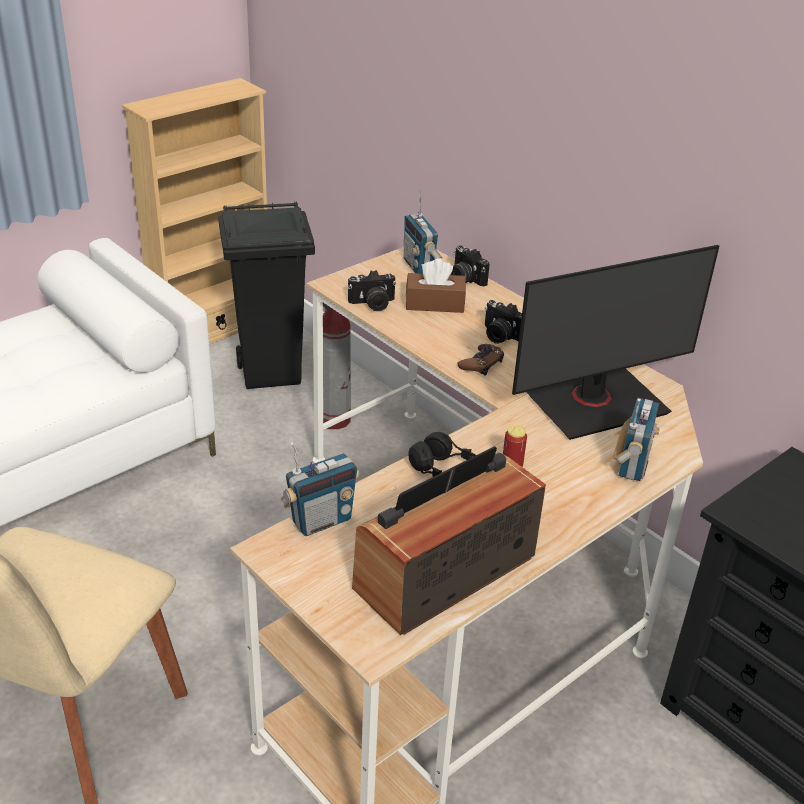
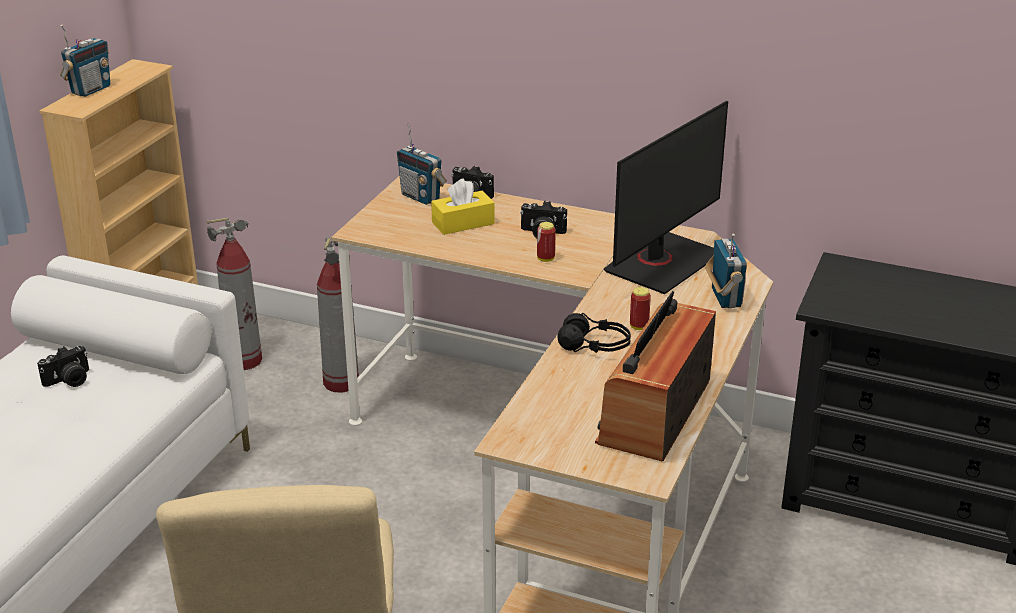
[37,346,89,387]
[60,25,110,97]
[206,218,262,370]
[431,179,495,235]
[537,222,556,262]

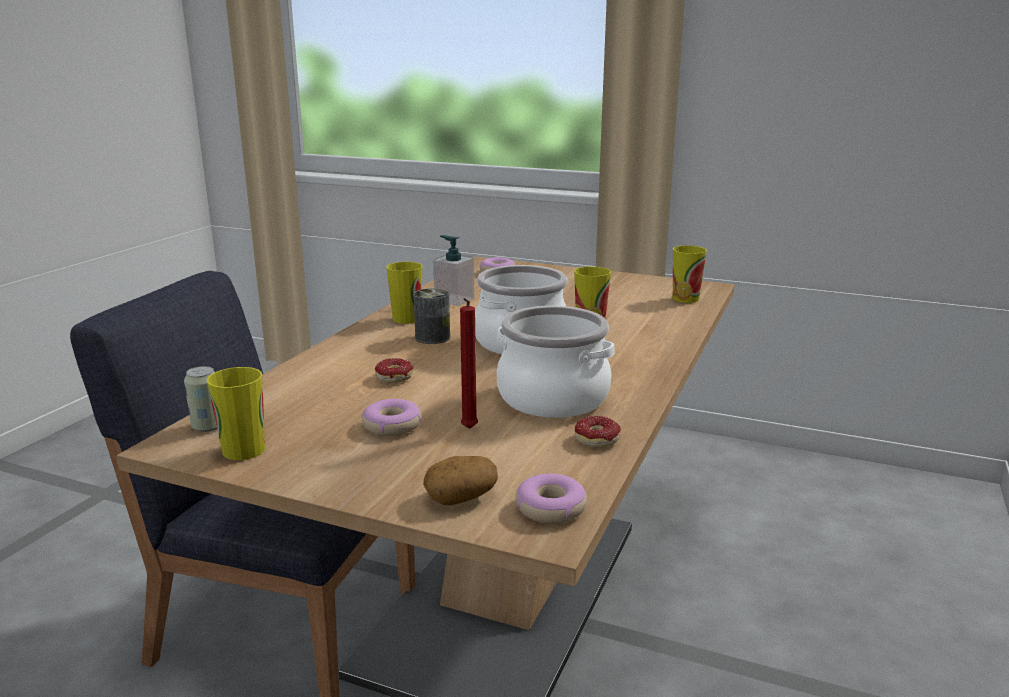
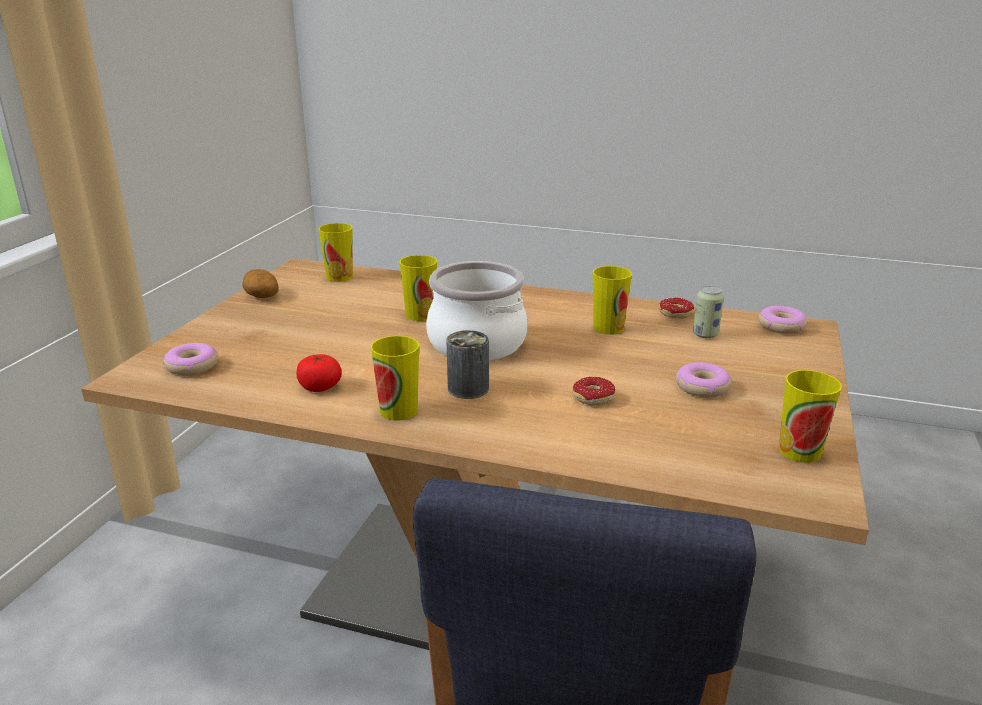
[243,269,279,298]
[296,354,342,392]
[593,266,632,335]
[693,286,724,338]
[460,298,478,429] (first image)

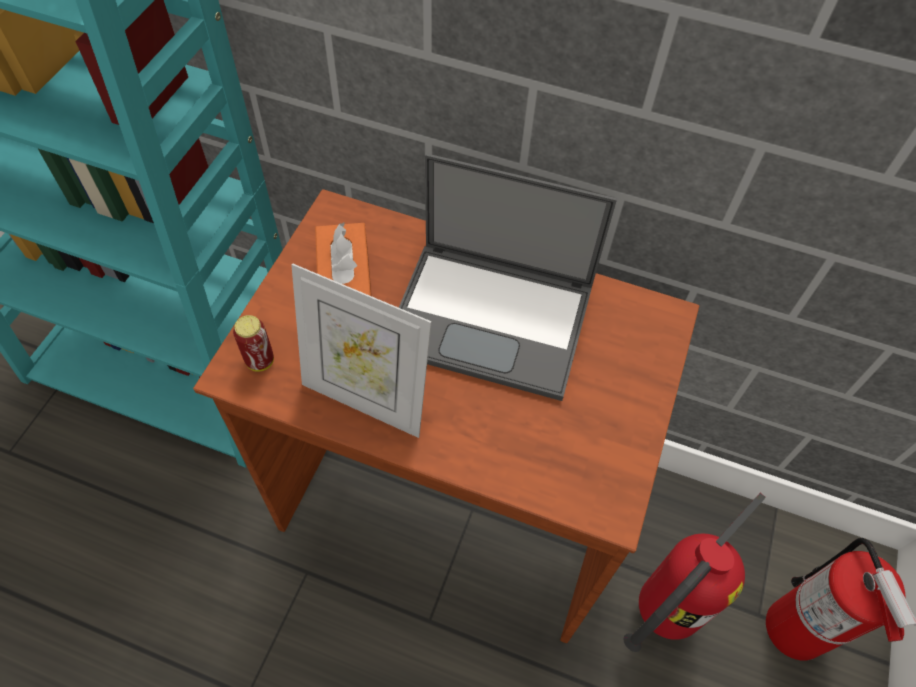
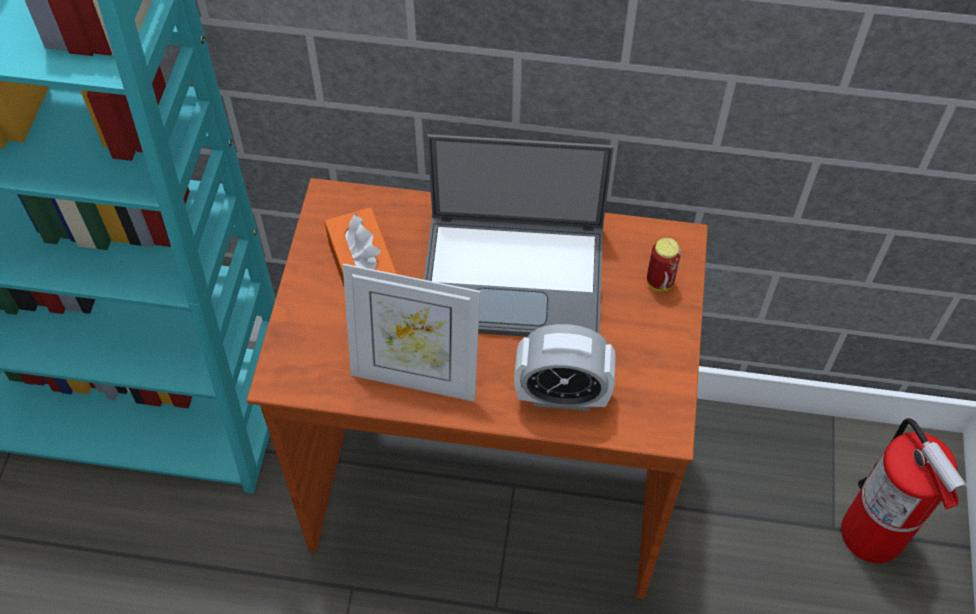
[514,324,616,411]
[647,238,681,291]
[624,493,766,652] (first image)

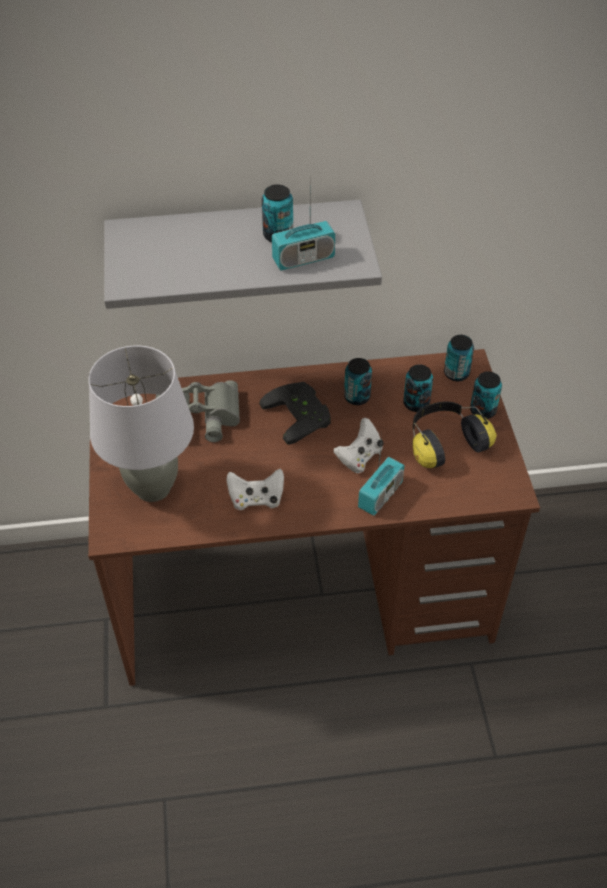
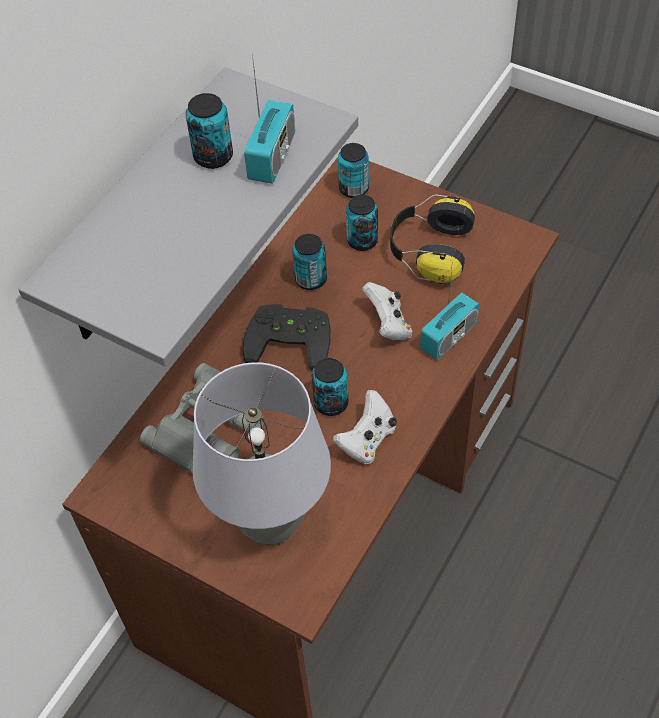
[311,358,348,416]
[420,269,479,360]

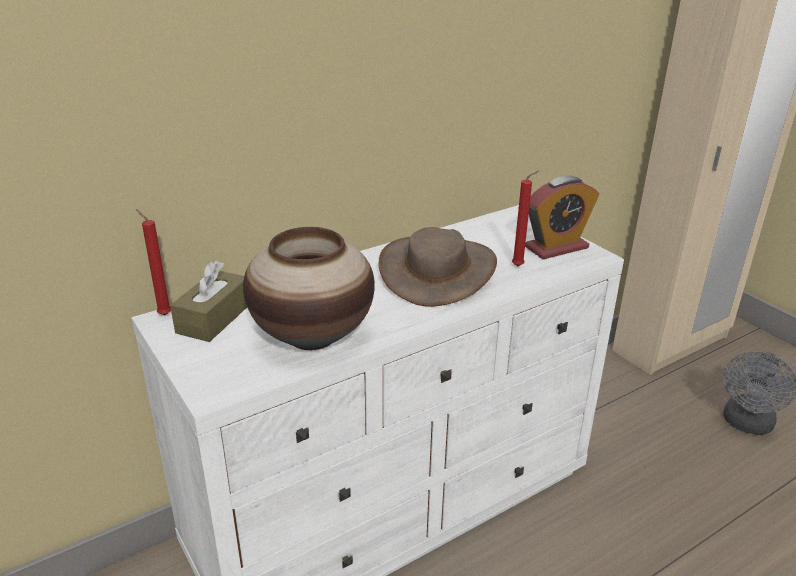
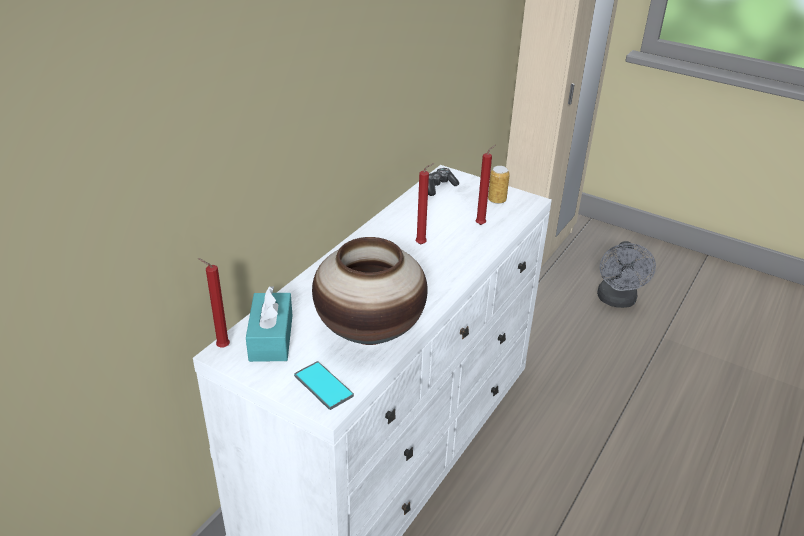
[246,286,293,362]
[294,361,354,410]
[416,163,434,244]
[428,168,459,196]
[488,166,510,204]

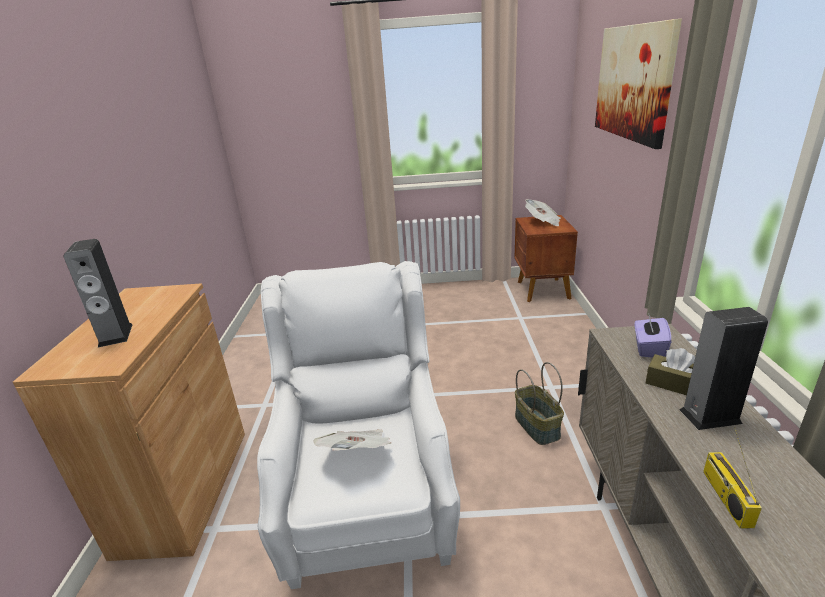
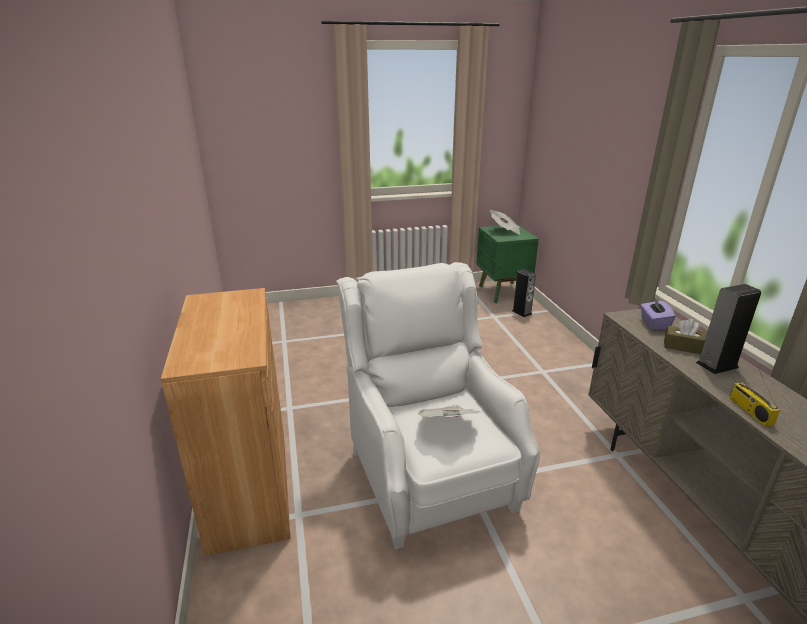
[476,224,539,303]
[512,269,536,317]
[515,362,564,445] (first image)
[595,19,682,149] (first image)

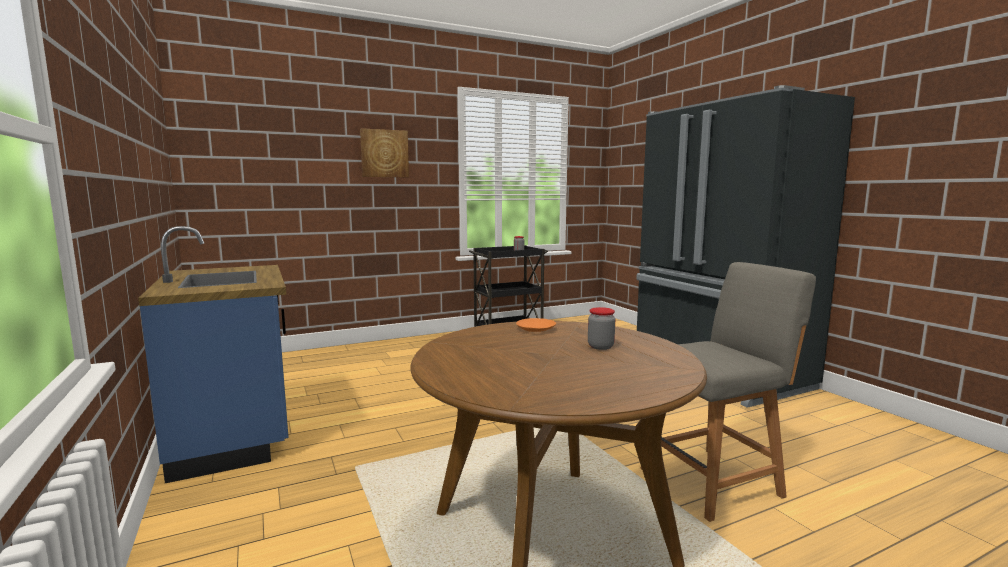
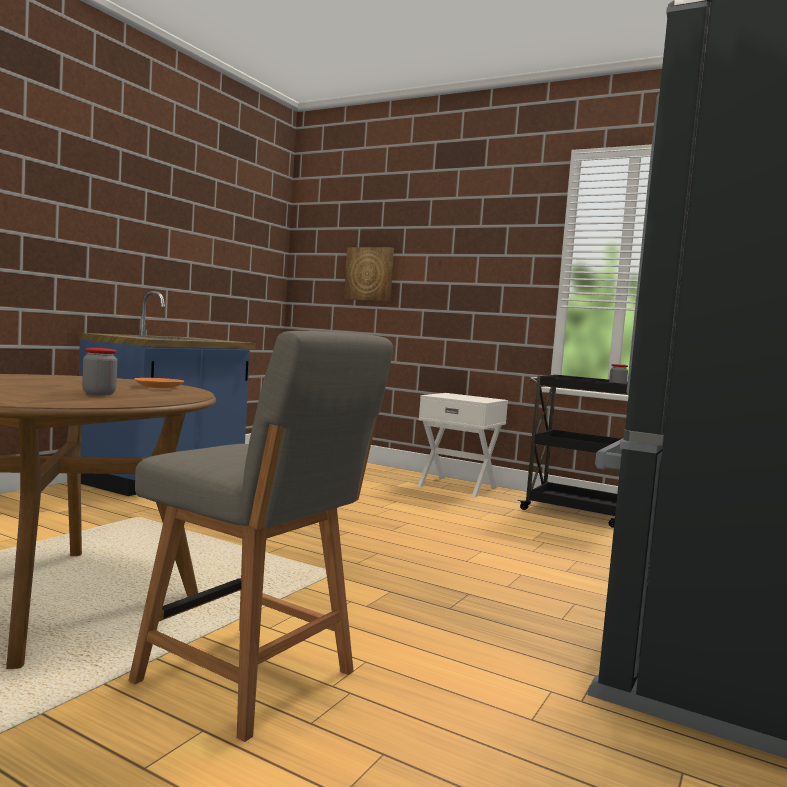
[344,247,394,301]
[418,393,508,498]

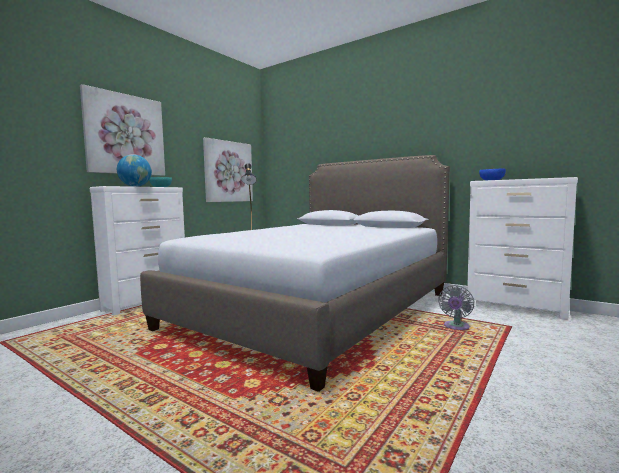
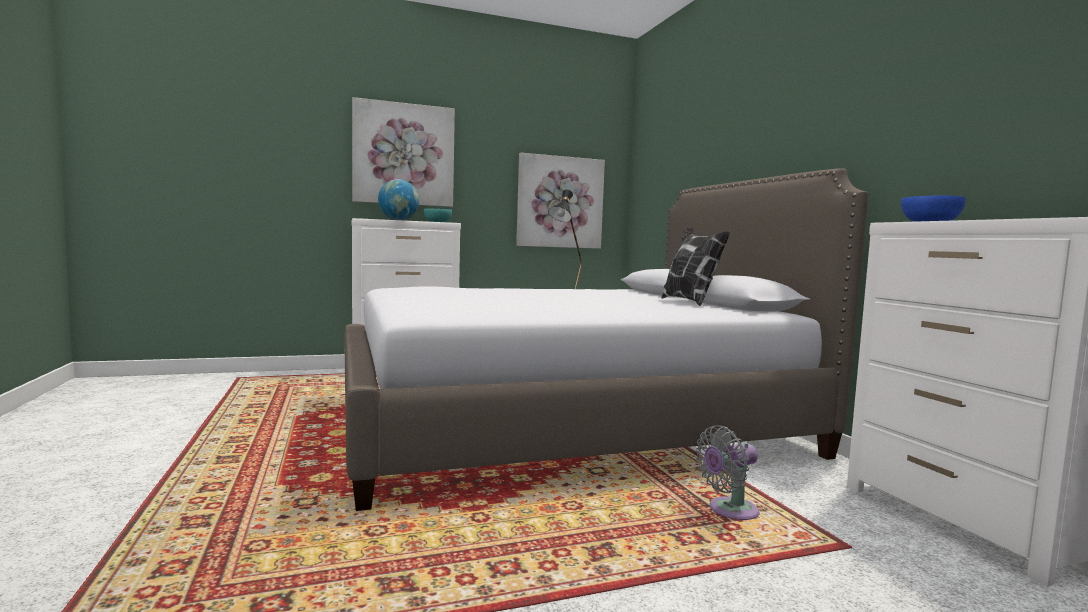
[661,227,730,306]

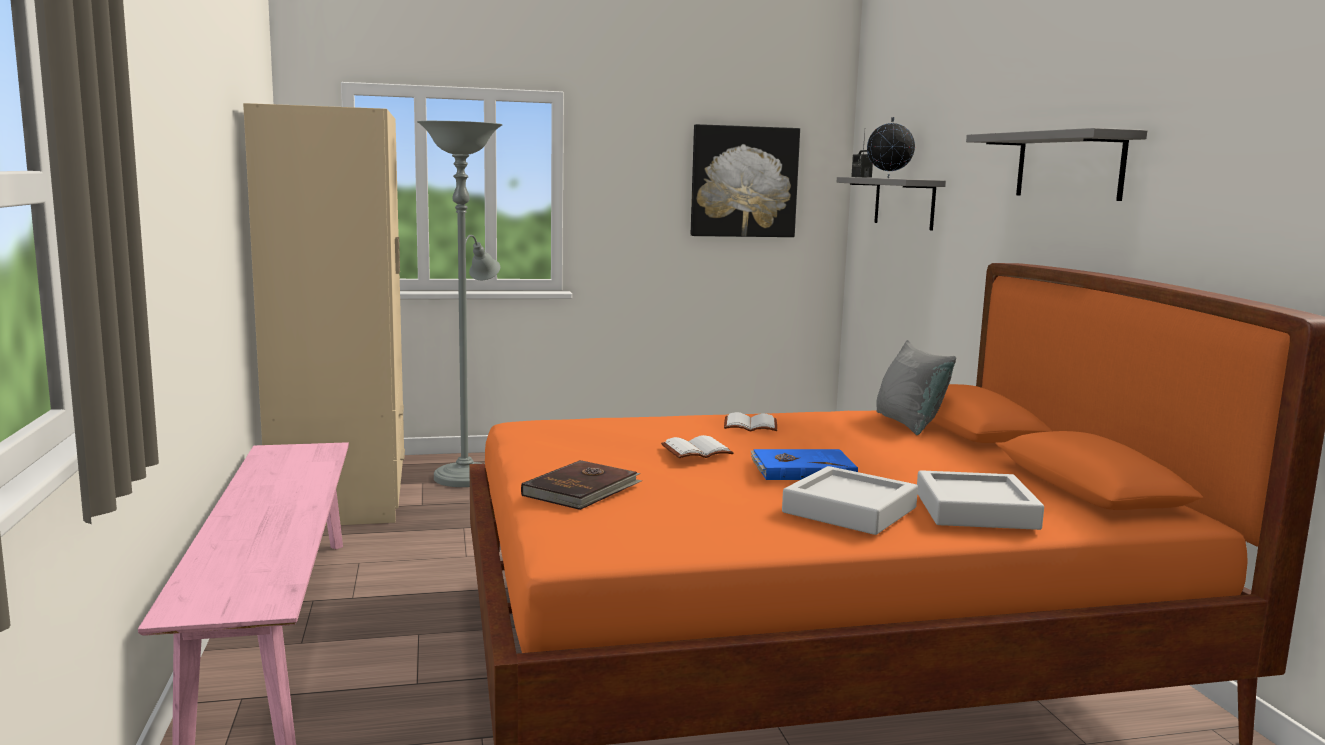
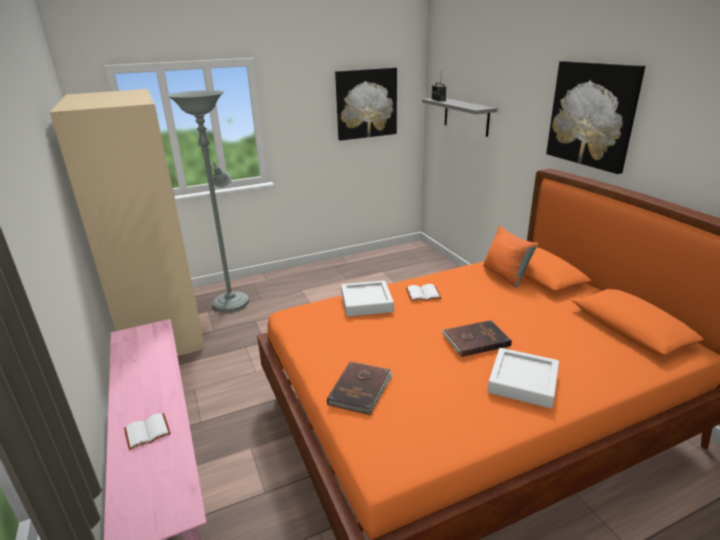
[124,413,171,450]
[341,280,394,317]
[442,320,512,357]
[483,225,538,288]
[546,61,645,174]
[867,117,915,178] (first image)

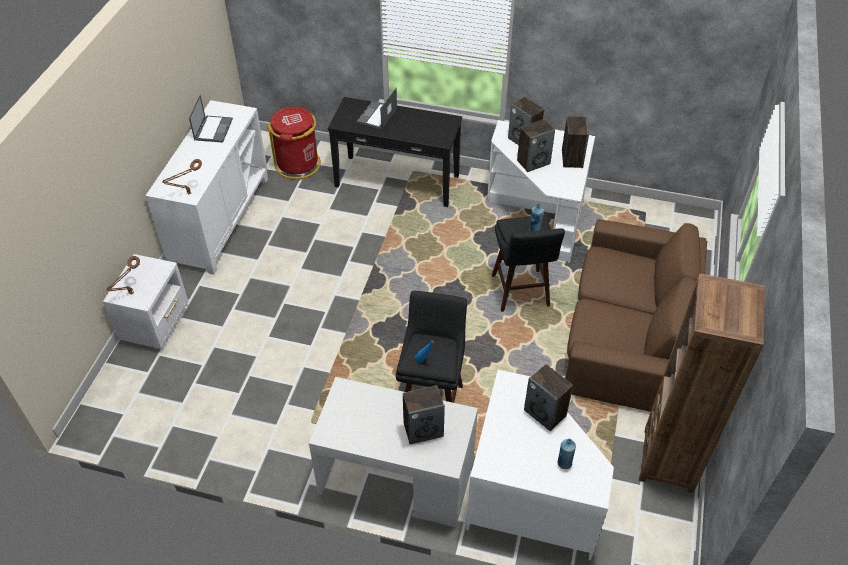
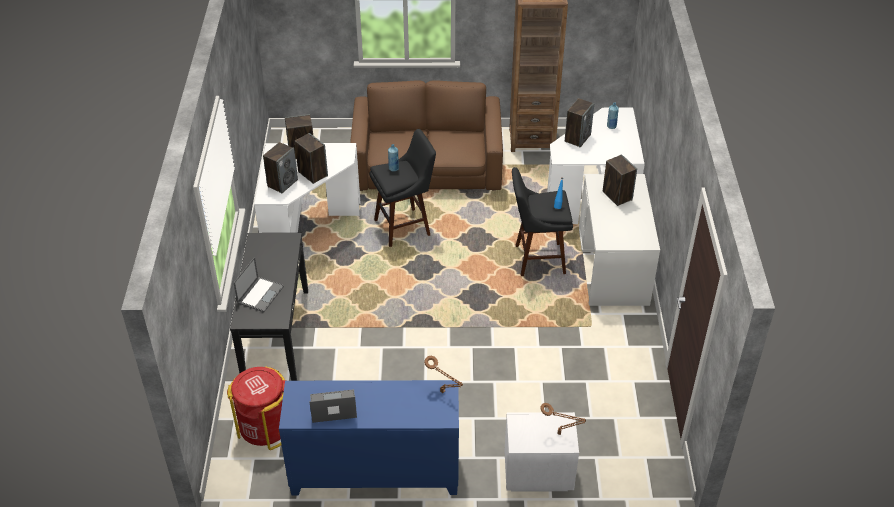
[234,257,284,312]
[279,380,459,495]

